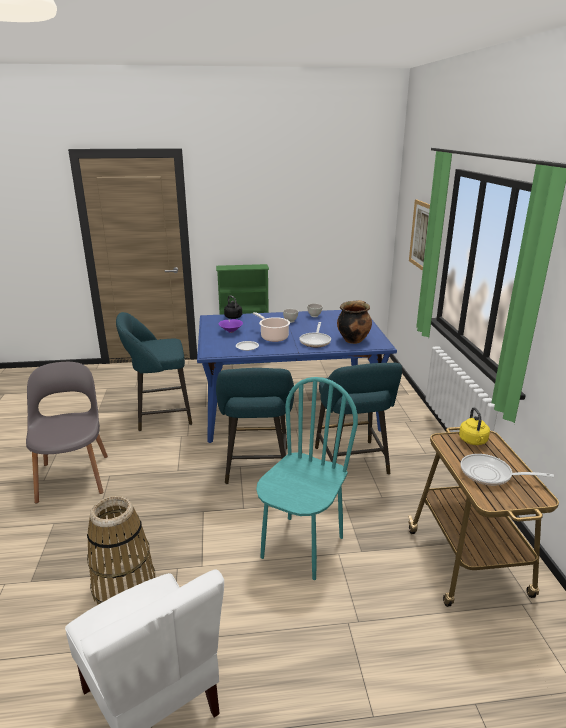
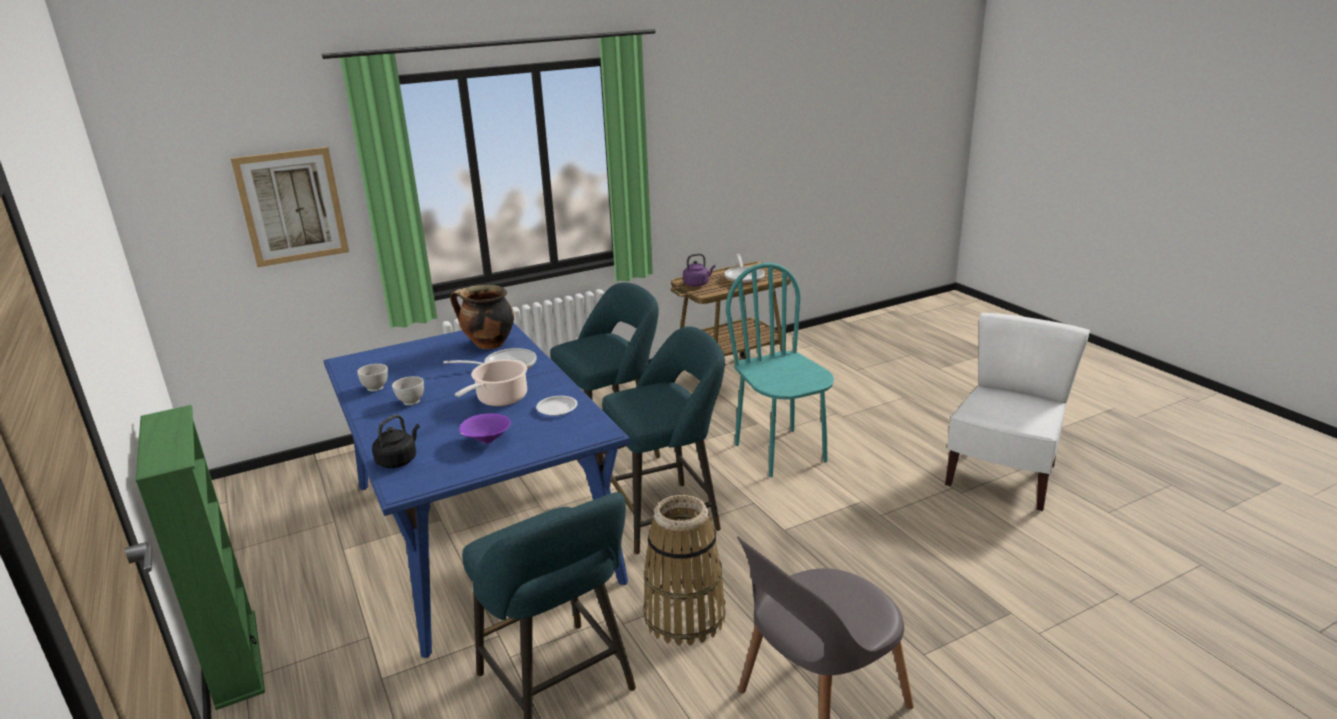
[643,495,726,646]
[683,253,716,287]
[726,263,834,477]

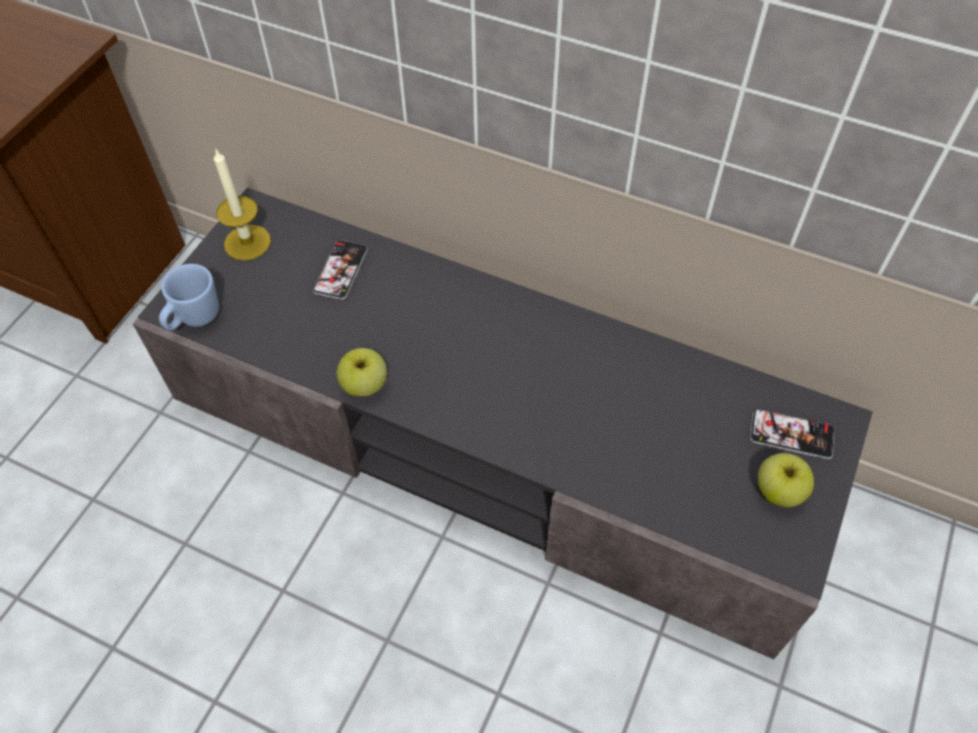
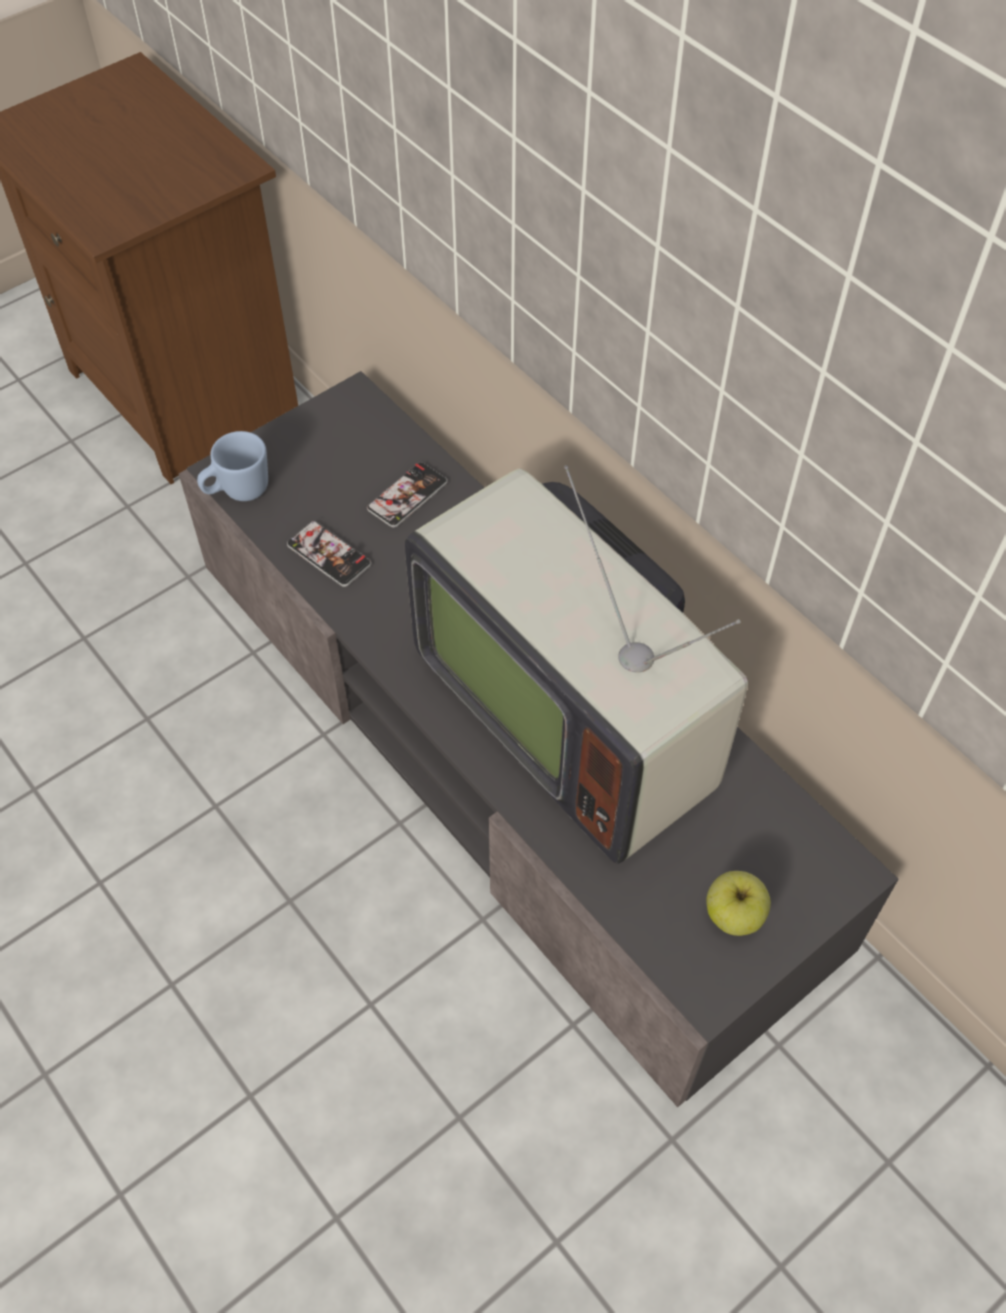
[287,521,371,587]
[405,465,748,864]
[214,150,271,261] (first image)
[336,348,387,396] (first image)

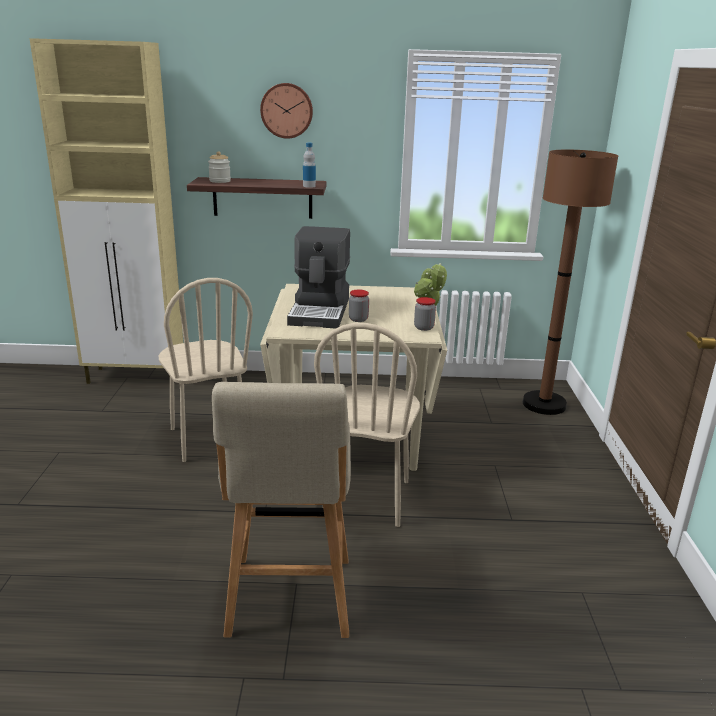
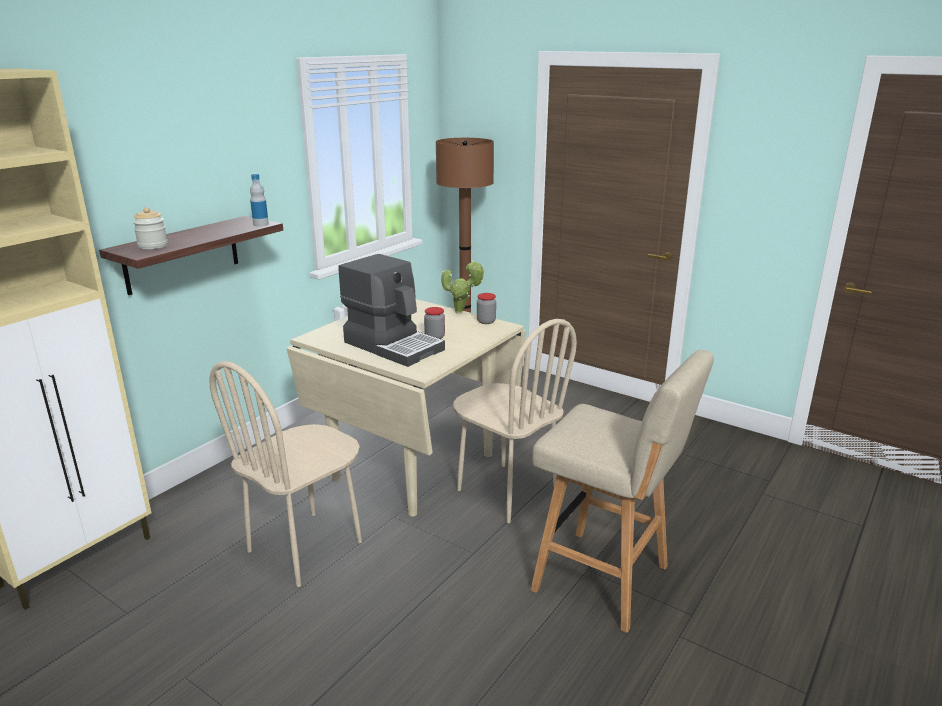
[209,361,362,587]
[260,83,313,139] (first image)

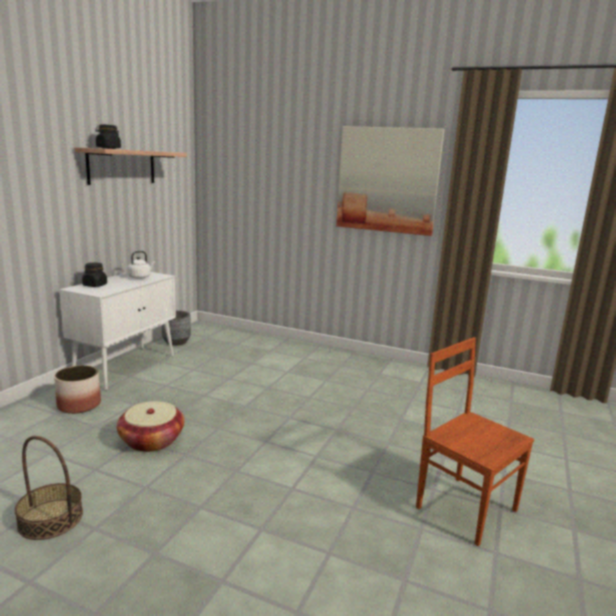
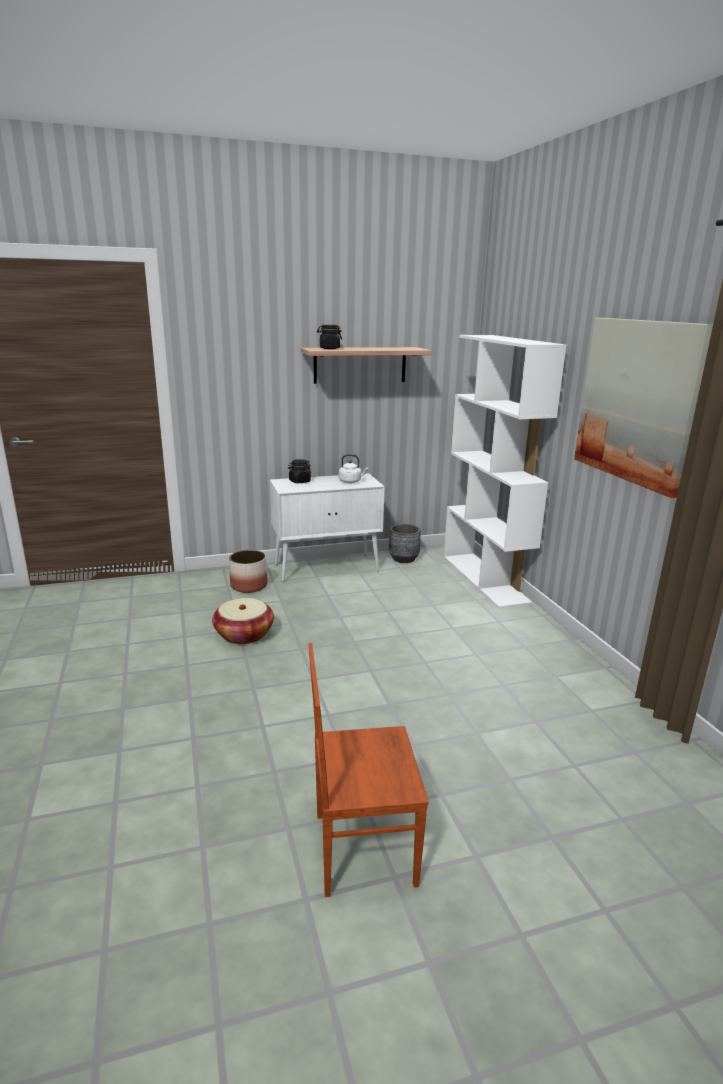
[308,643,429,897]
[443,335,566,609]
[15,436,83,540] (first image)

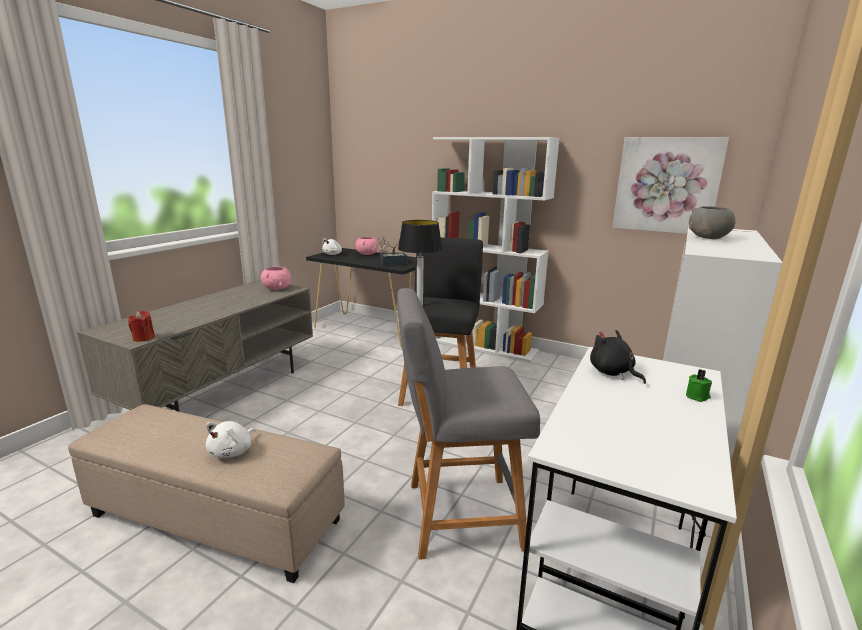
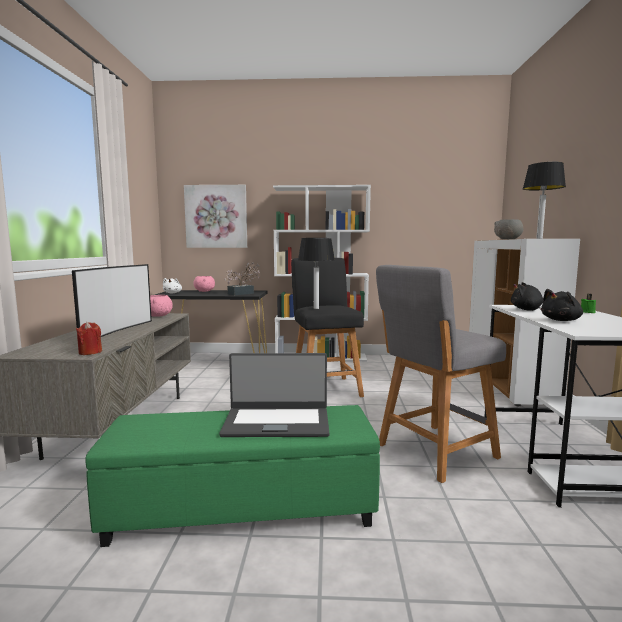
[72,264,152,337]
[85,405,380,547]
[184,185,247,248]
[219,353,329,437]
[523,162,566,239]
[541,289,583,321]

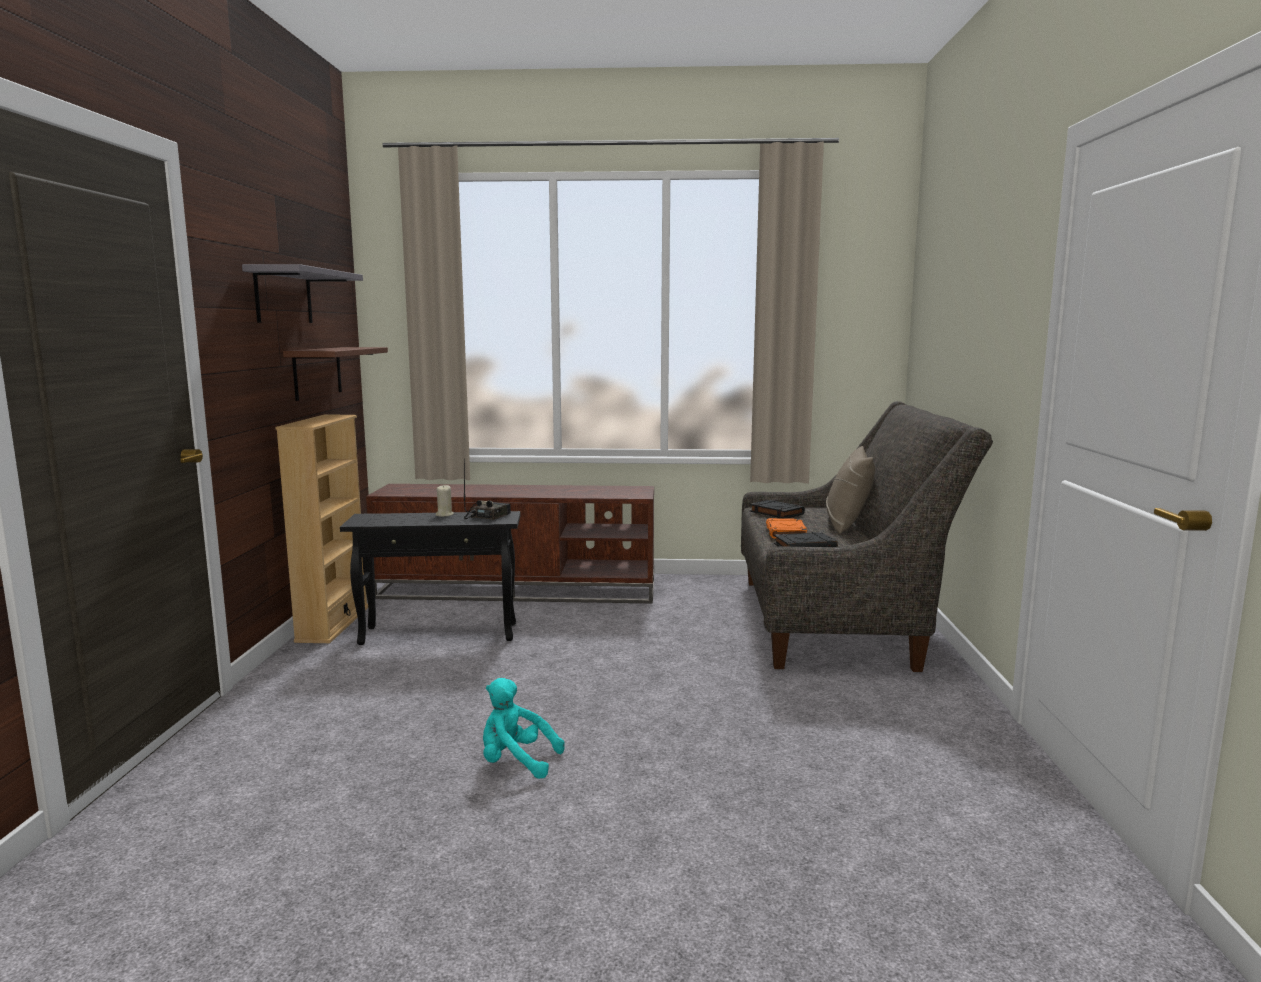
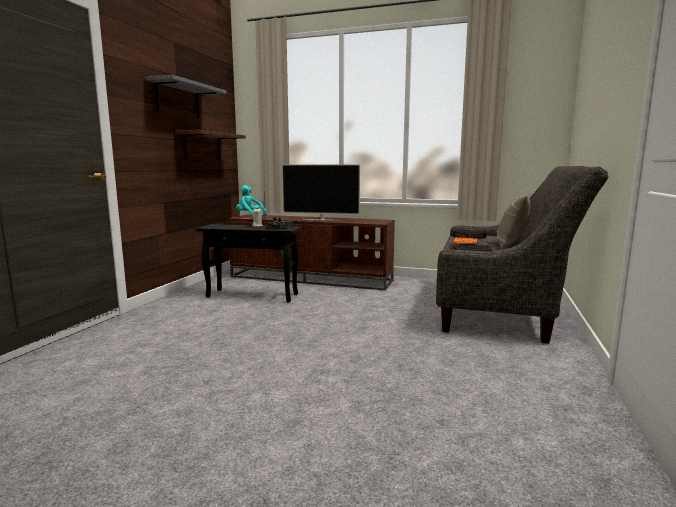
[236,185,267,216]
[282,164,360,221]
[275,415,368,643] (first image)

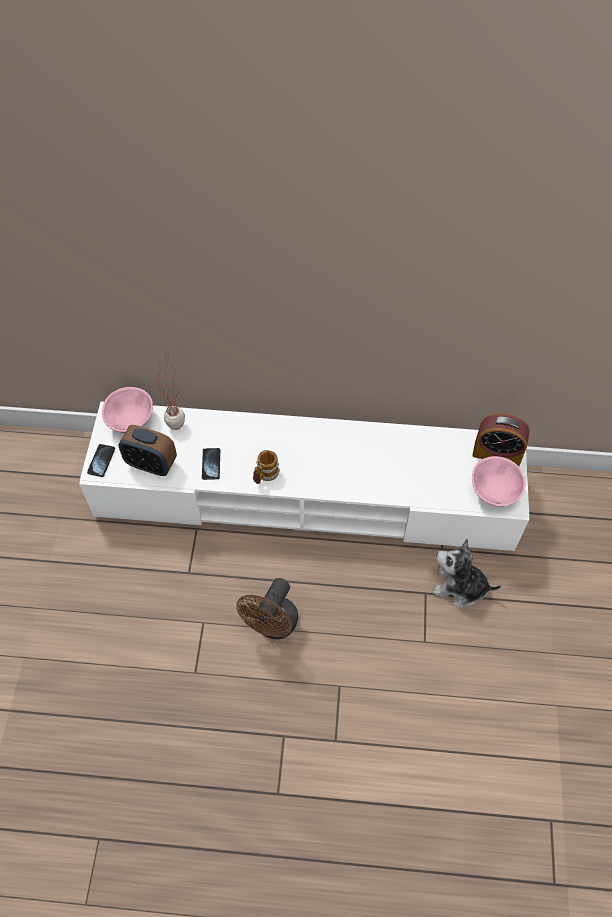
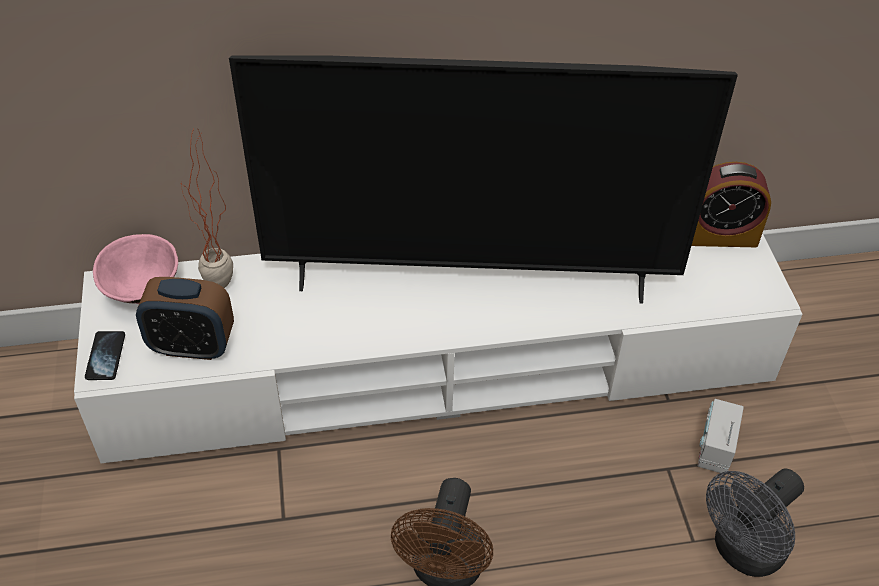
[229,55,738,303]
[698,399,744,475]
[706,469,804,577]
[202,448,220,480] (first image)
[253,450,280,484] (first image)
[472,456,526,506] (first image)

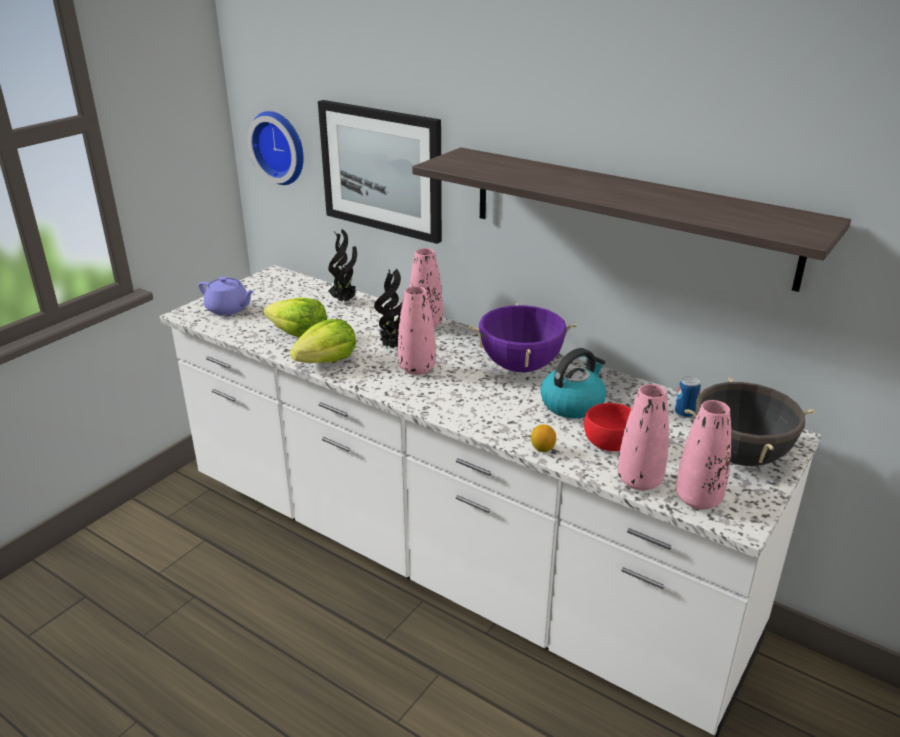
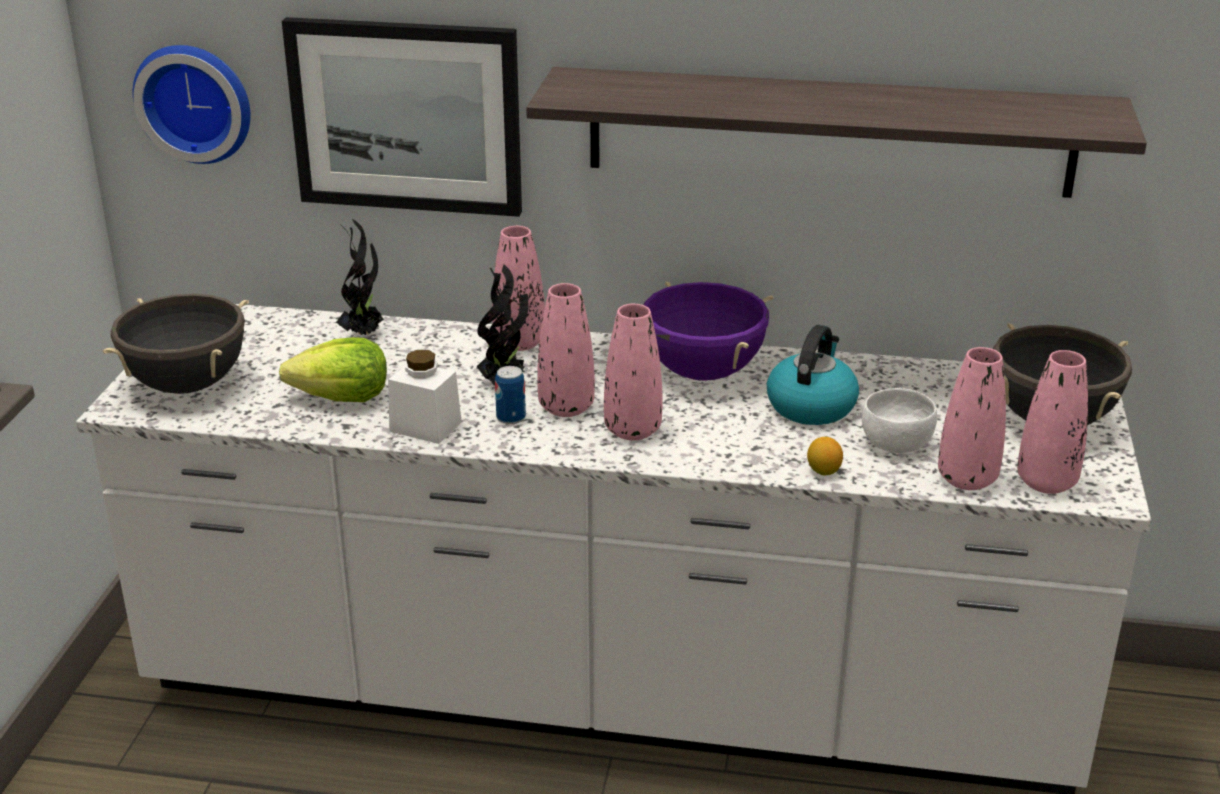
[103,294,249,394]
[388,350,462,444]
[495,366,526,424]
[604,304,662,440]
[862,388,937,453]

